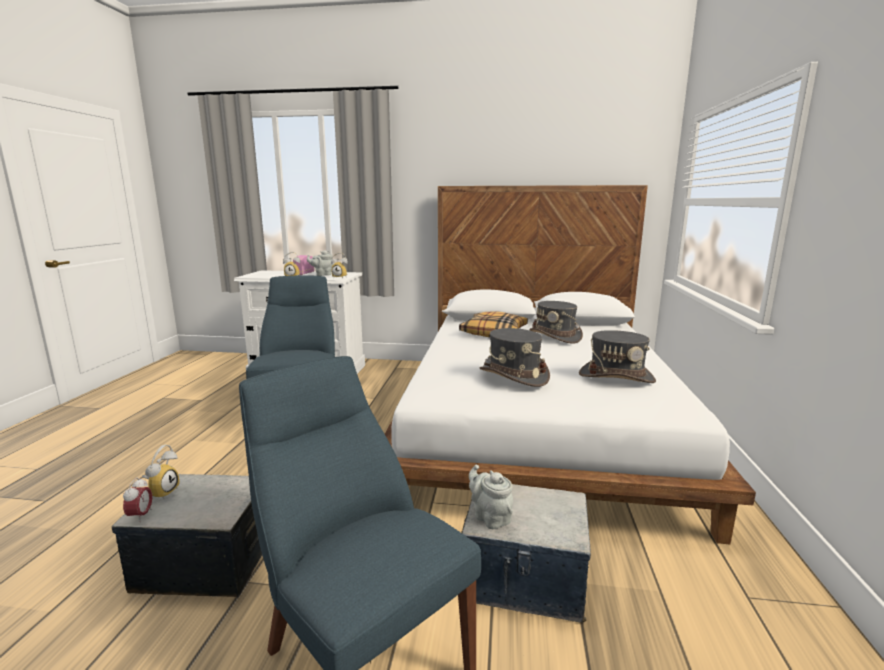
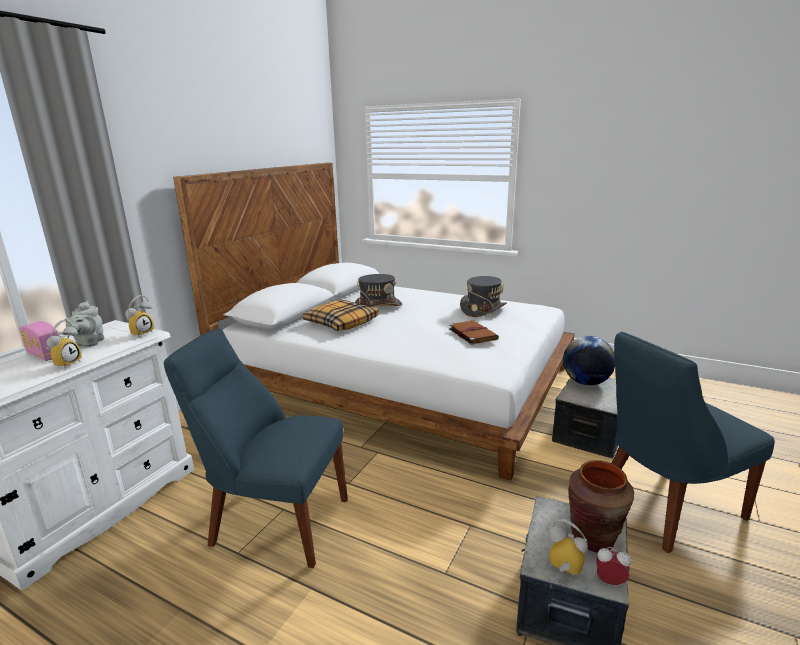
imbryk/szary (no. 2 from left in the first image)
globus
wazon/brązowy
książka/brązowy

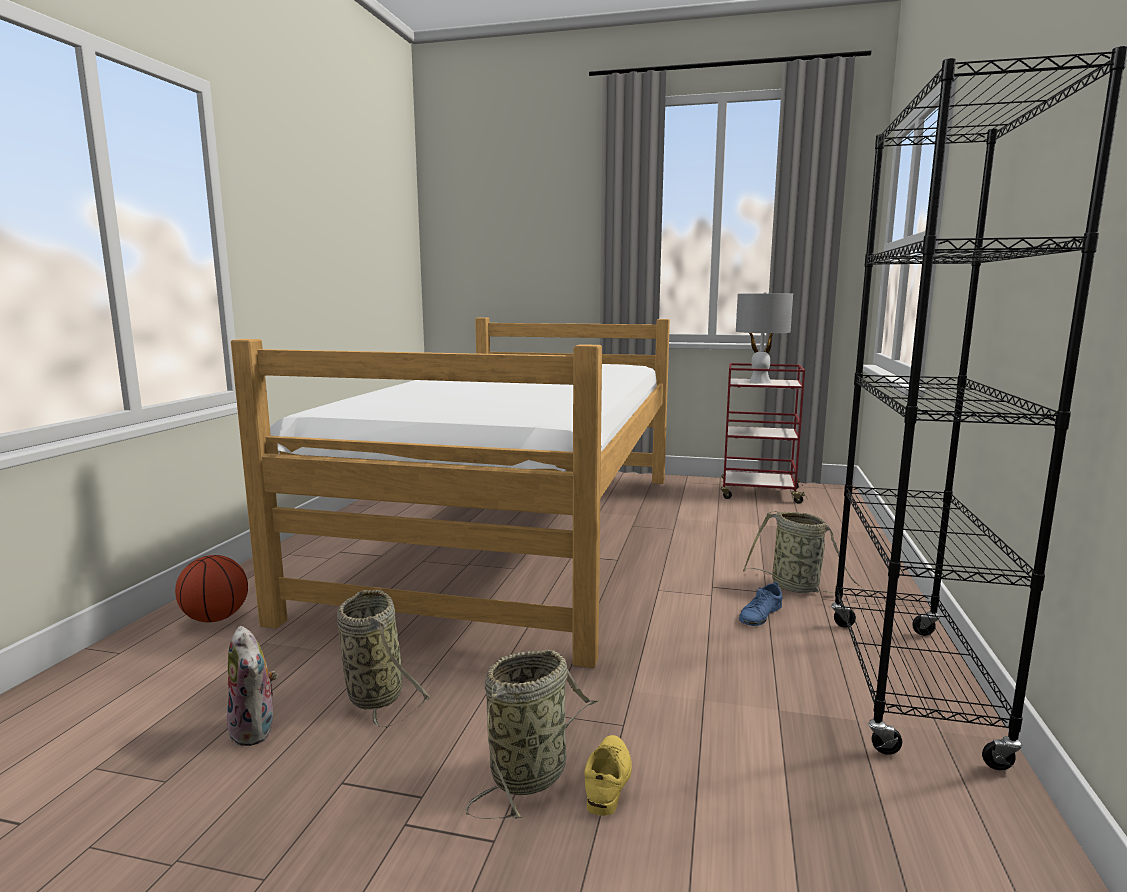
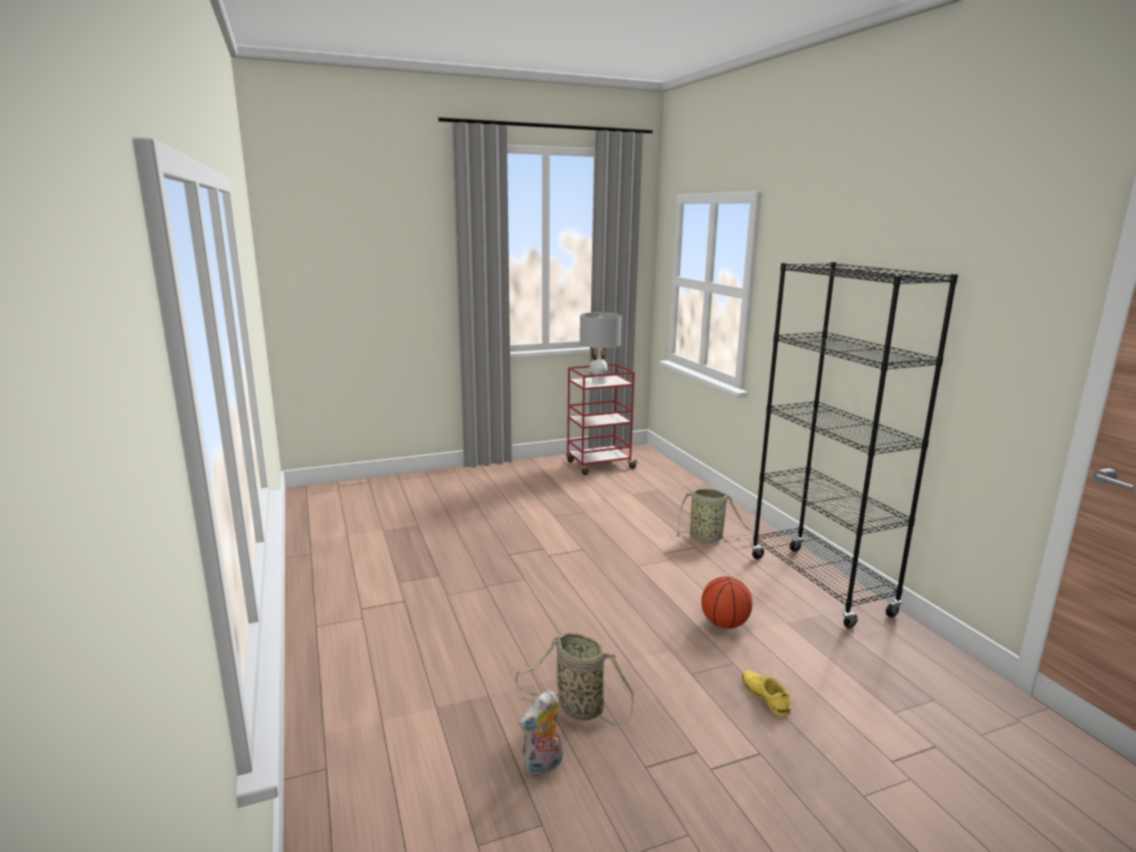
łóżko
koszyk (no. 2 from left in the first image)
but/niebieski
piłka do koszykówki
pluszak

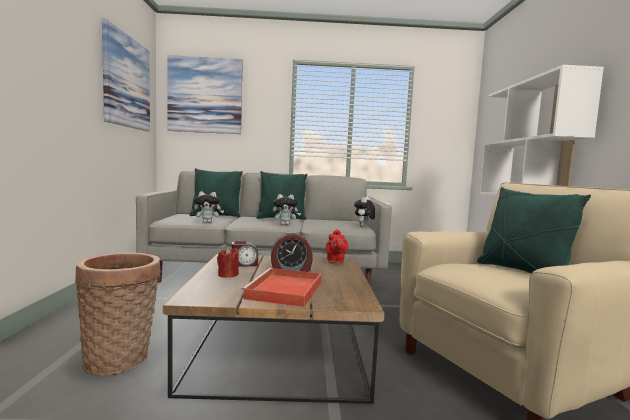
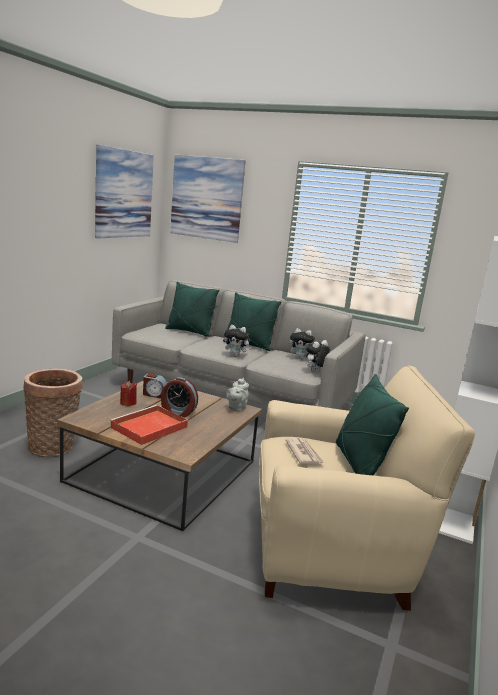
gazeta
pluszak (no. 2 from left)
imbryk/szary

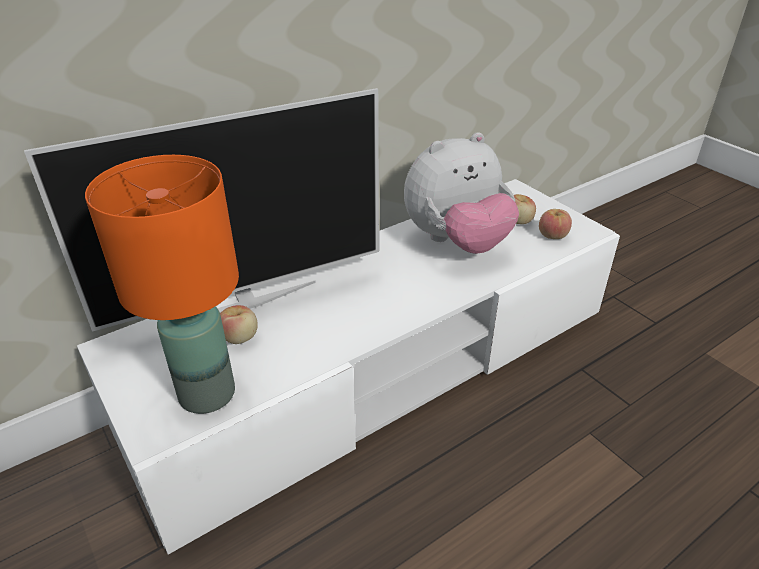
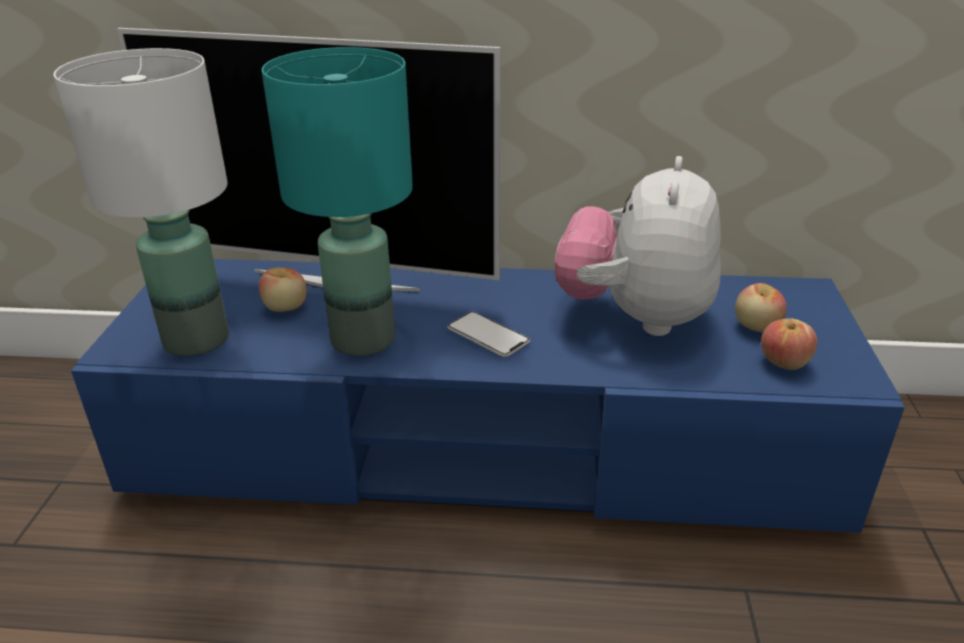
lampa stołowa/turkusowy
telefon
szafka pod telewizor/niebieski
lampa stołowa/biały
pluszak

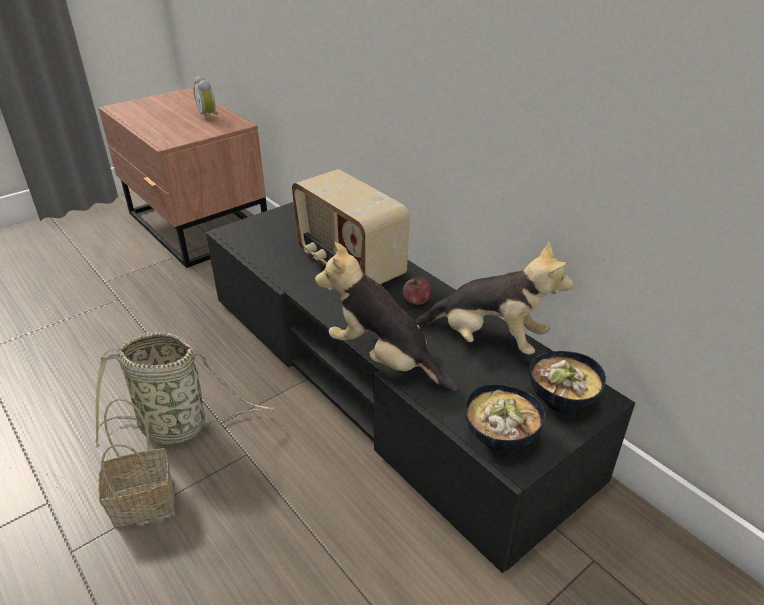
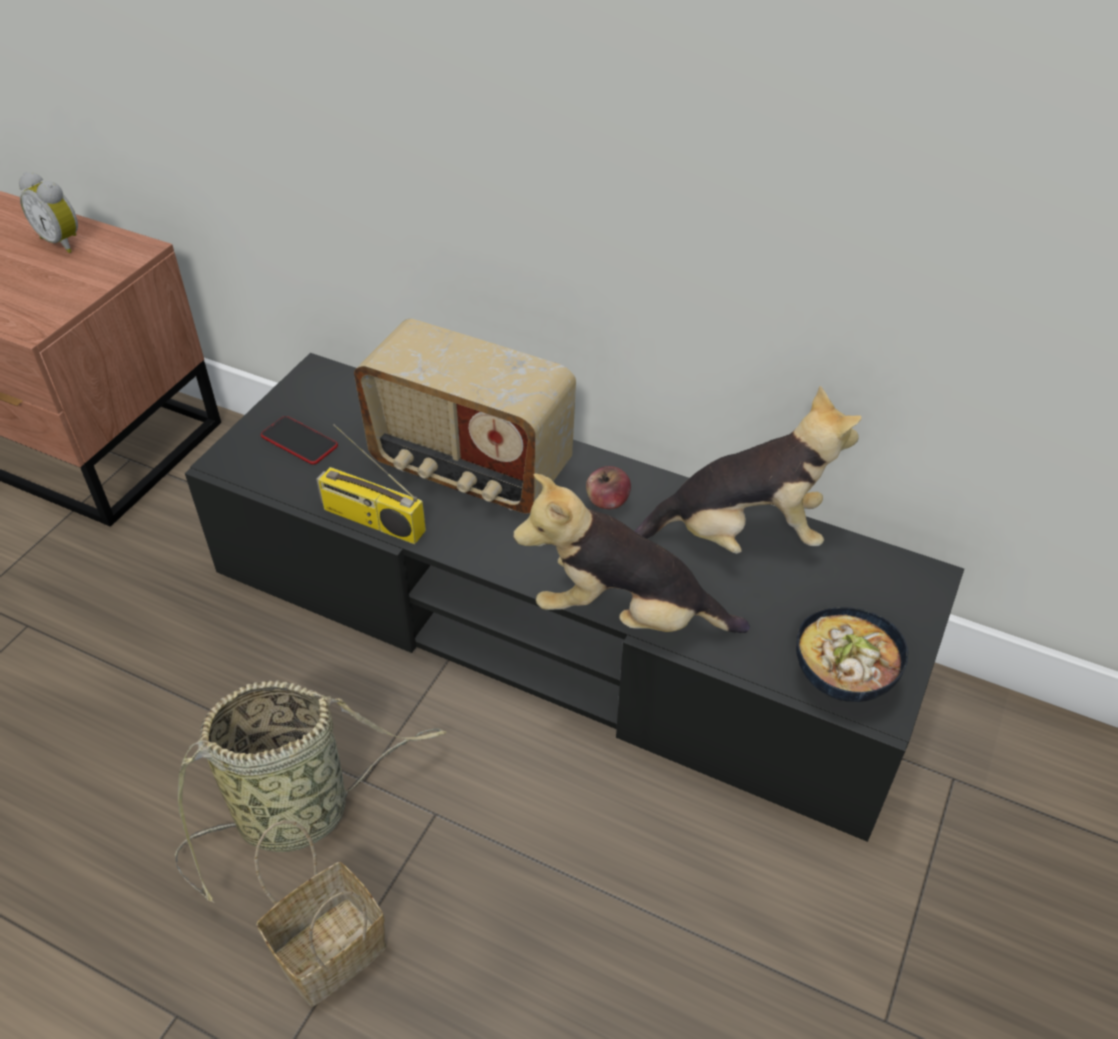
miska (no. 2 from left in the first image)
telefon
radio (no. 1 from left)

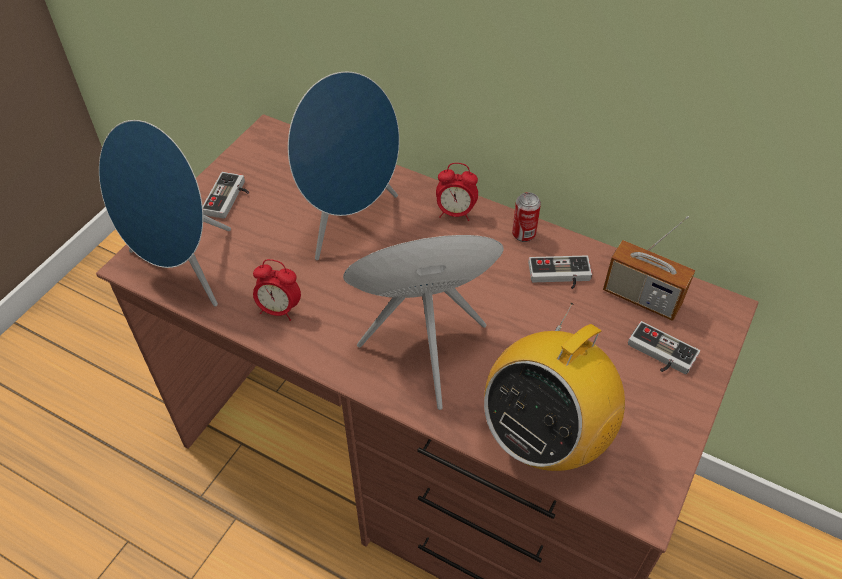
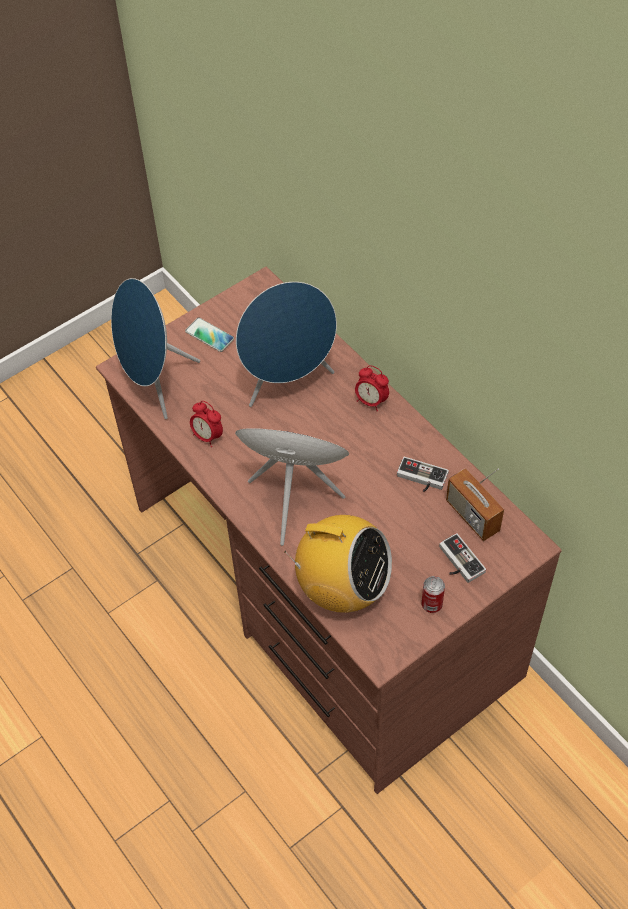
puszka
telefon
radio (no. 1 from left)

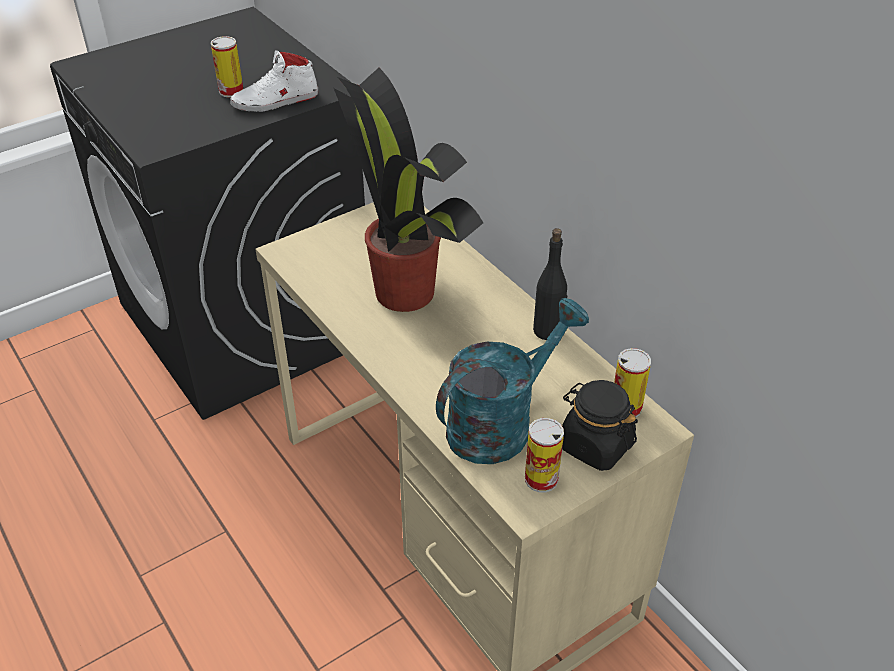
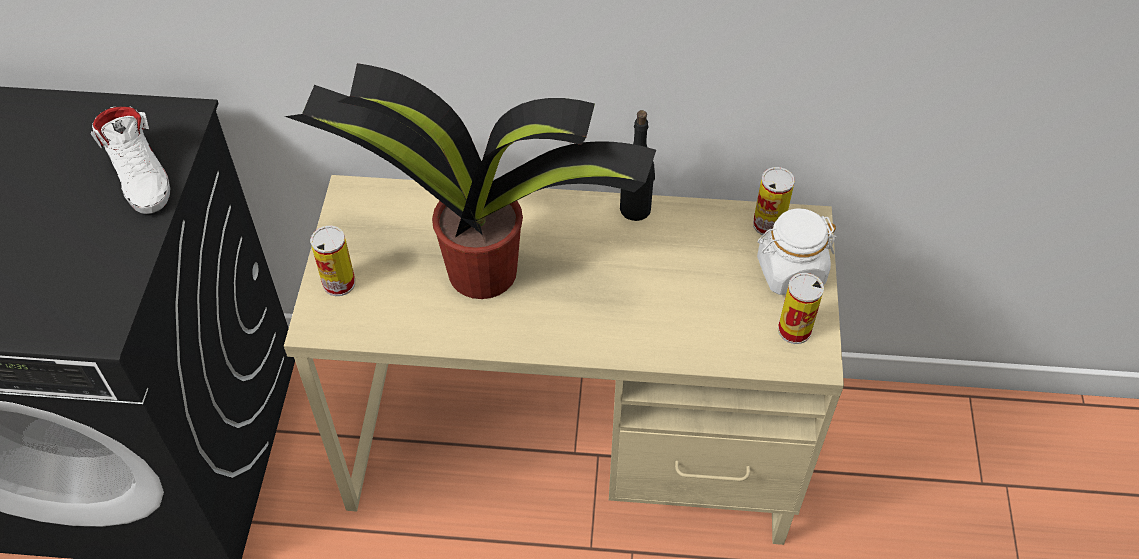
konewka/turkusowy
puszka (no. 1 from left)
słoik/biały
but/biały

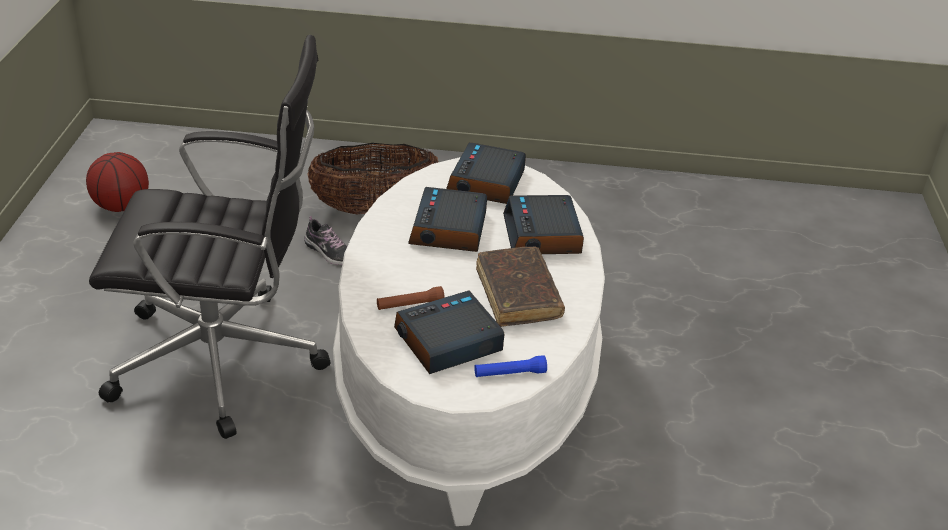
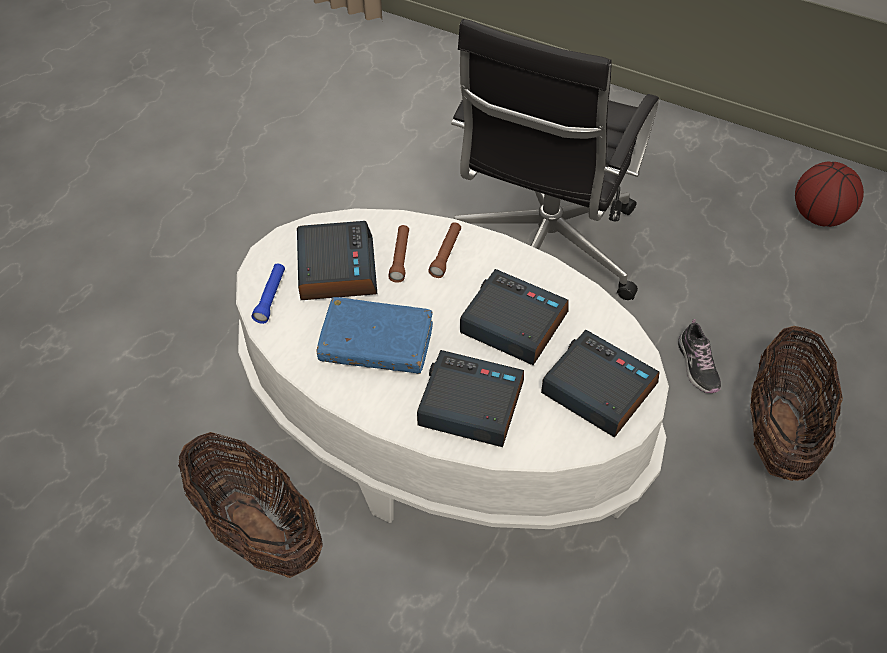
koszyk (no. 1 from left)
latarka/brązowy (no. 2 from left)
książka/niebieski
but

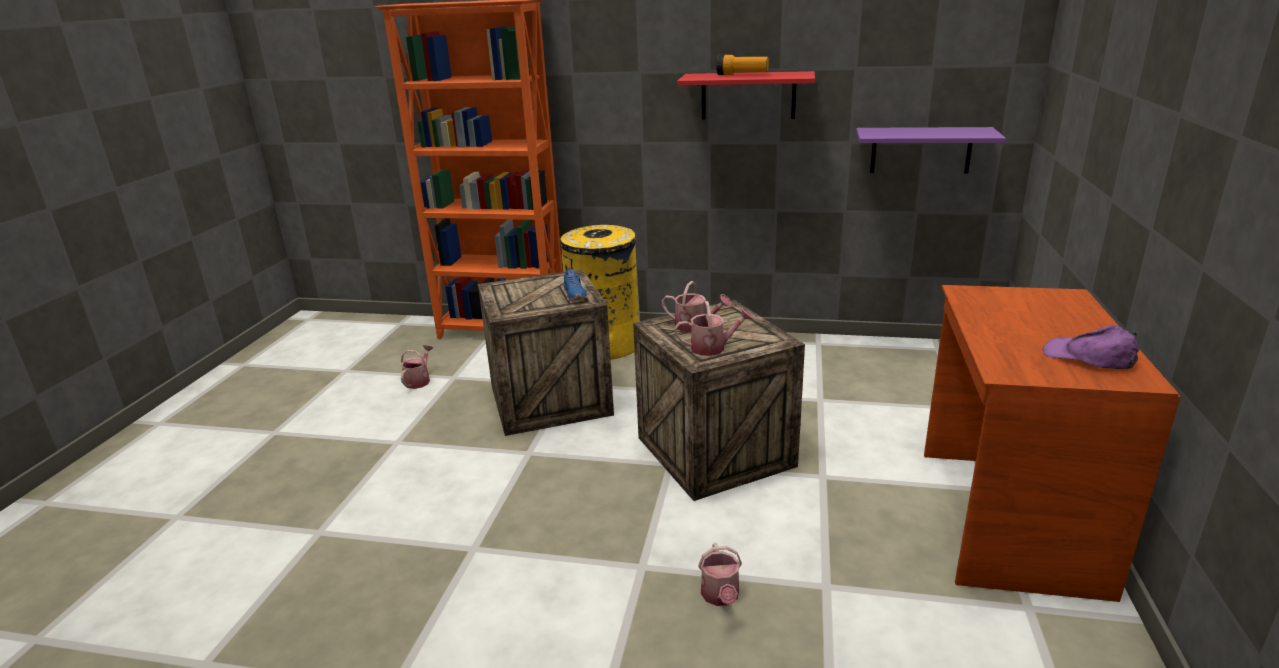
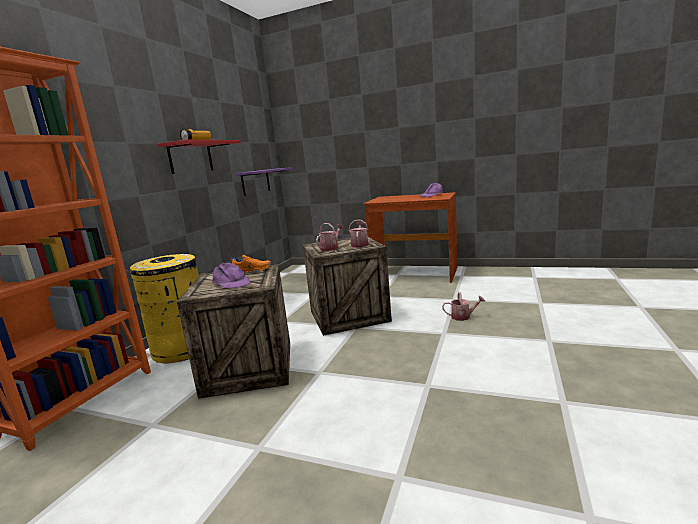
konewka (no. 1 from left in the first image)
czapka z daszkiem/fioletowy (no. 1 from left)
but/pomarańczowy

